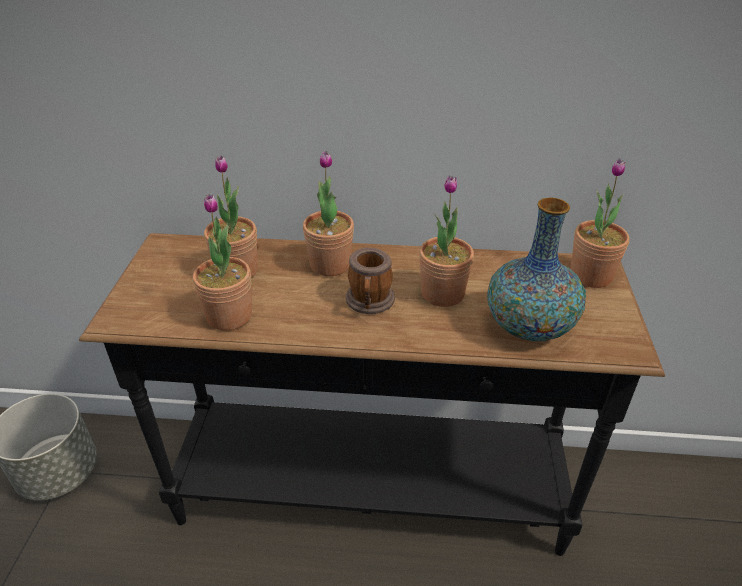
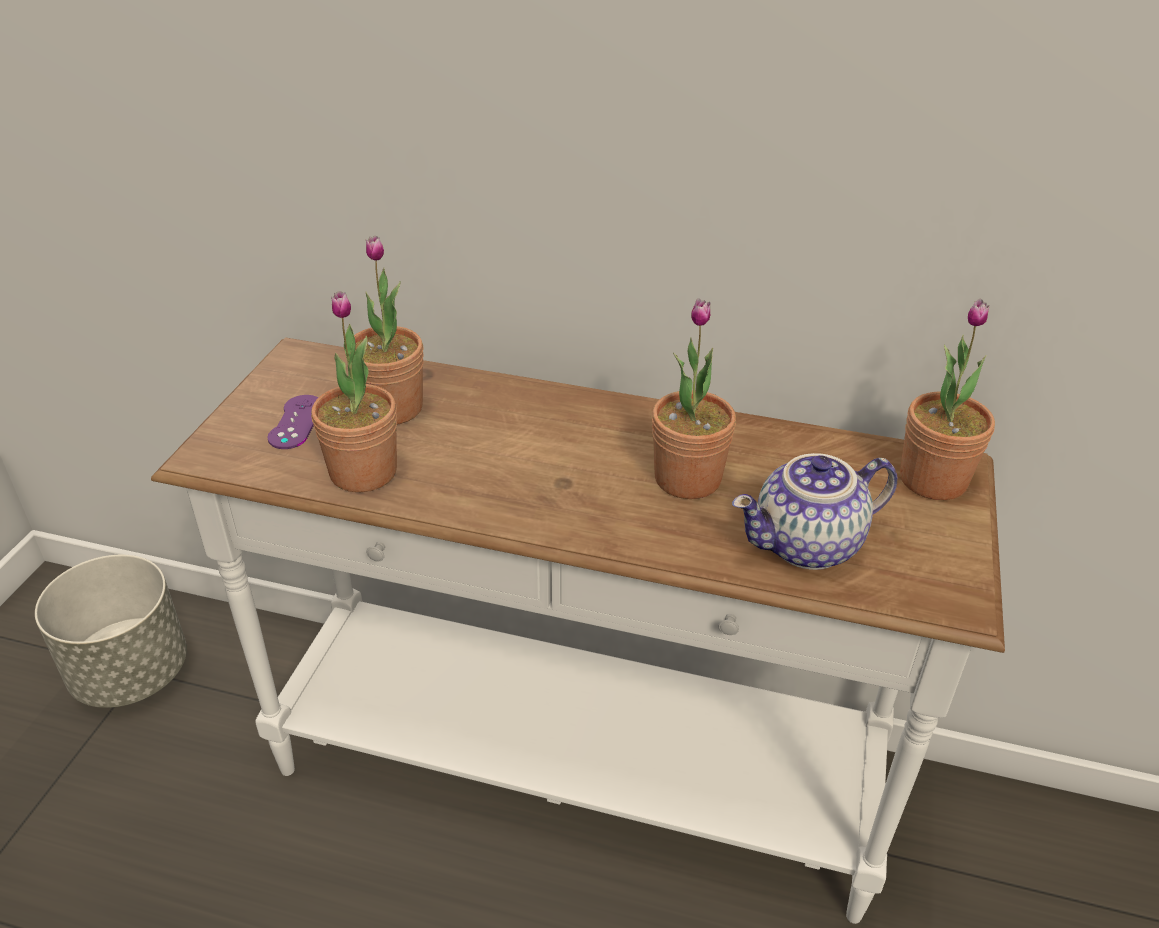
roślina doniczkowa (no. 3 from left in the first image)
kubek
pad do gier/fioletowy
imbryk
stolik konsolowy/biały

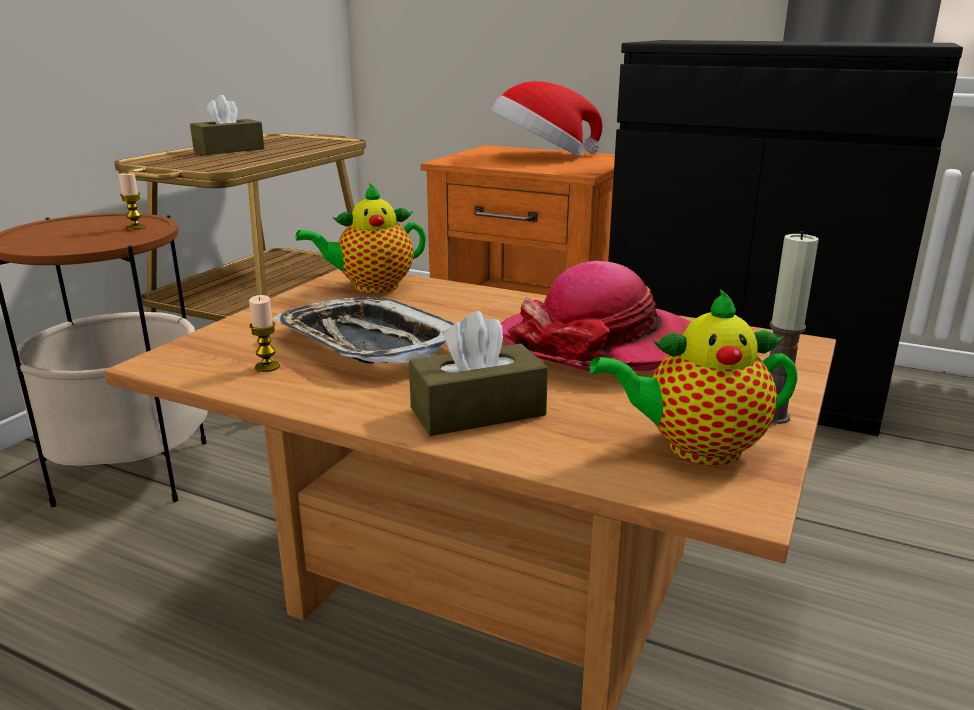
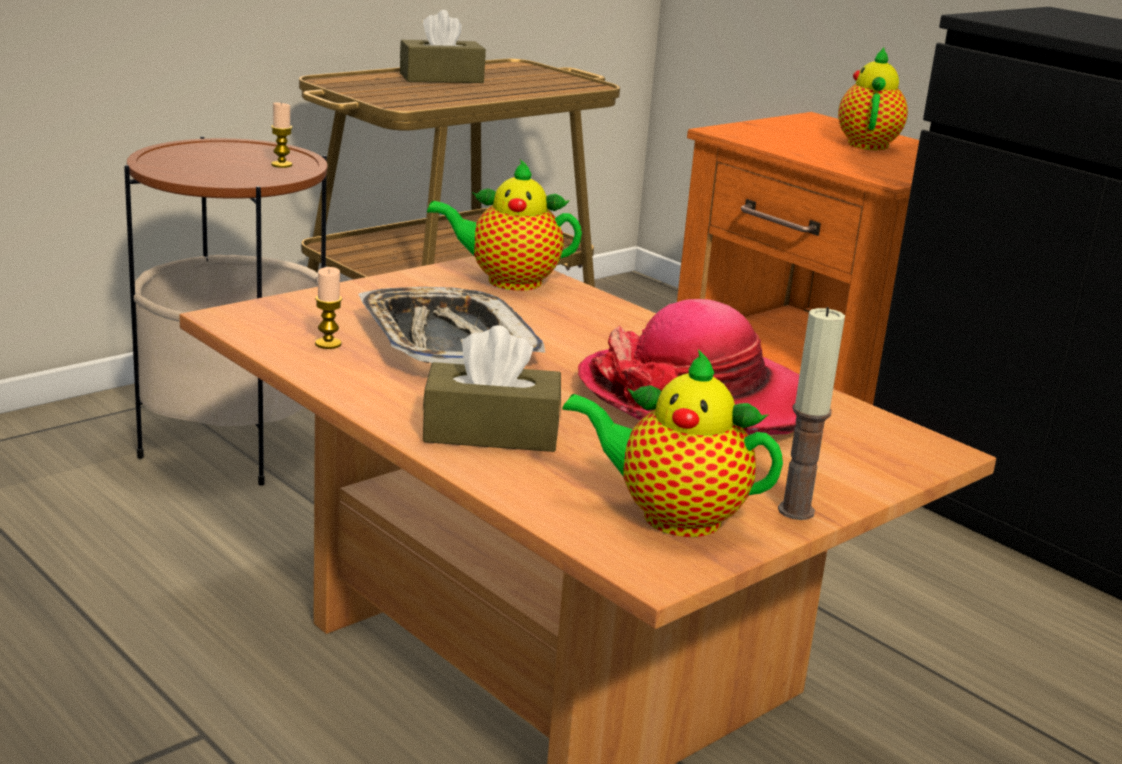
imbryk (no. 3 from left)

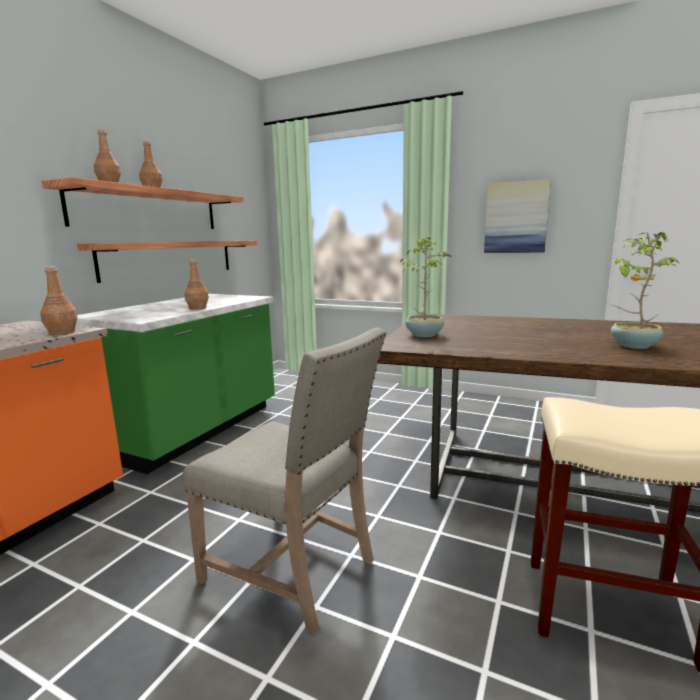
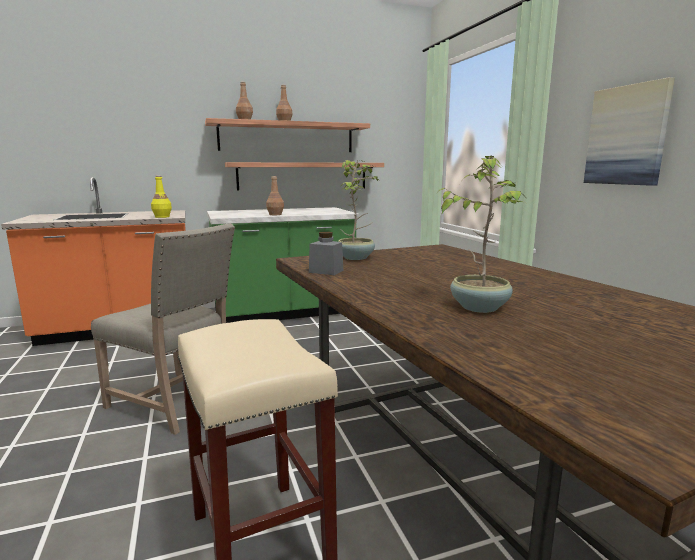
słoik/szary
butelka/żółty
krzesło/beżowy

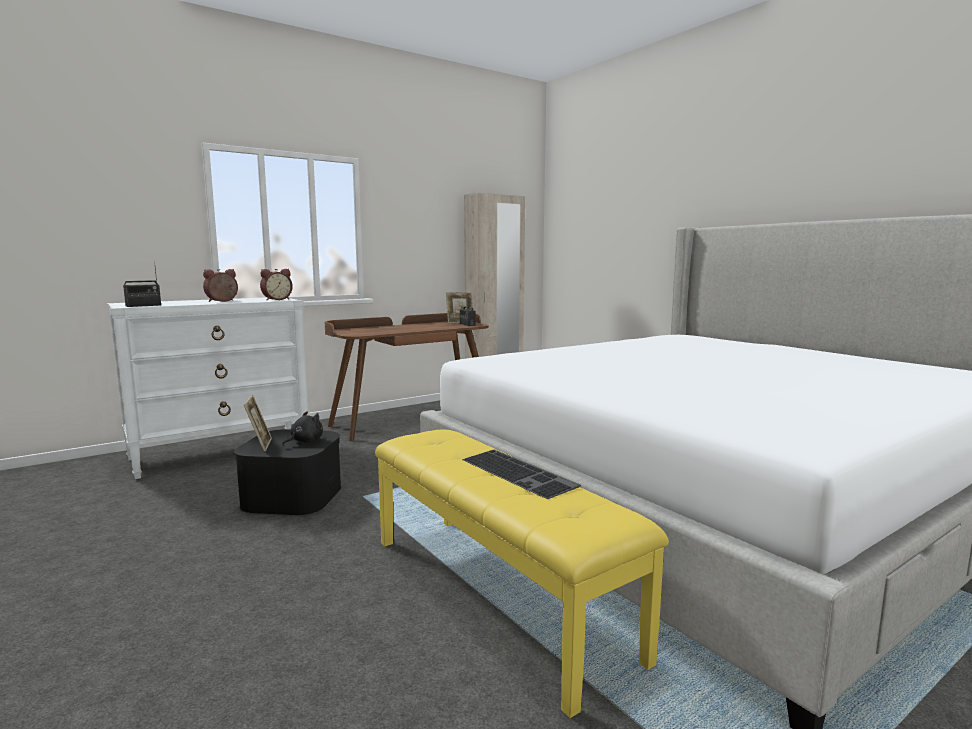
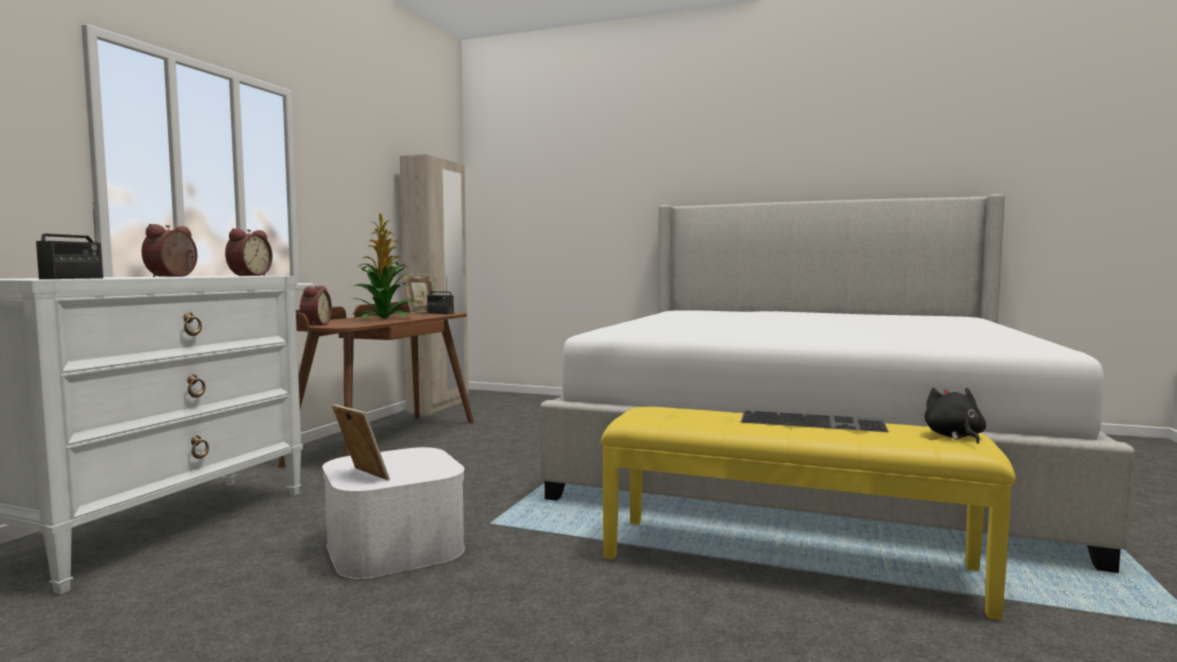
budzik (no. 3 from left)
roślina doniczkowa
pluszak/czarny
pojemnik do przechowywania/biały

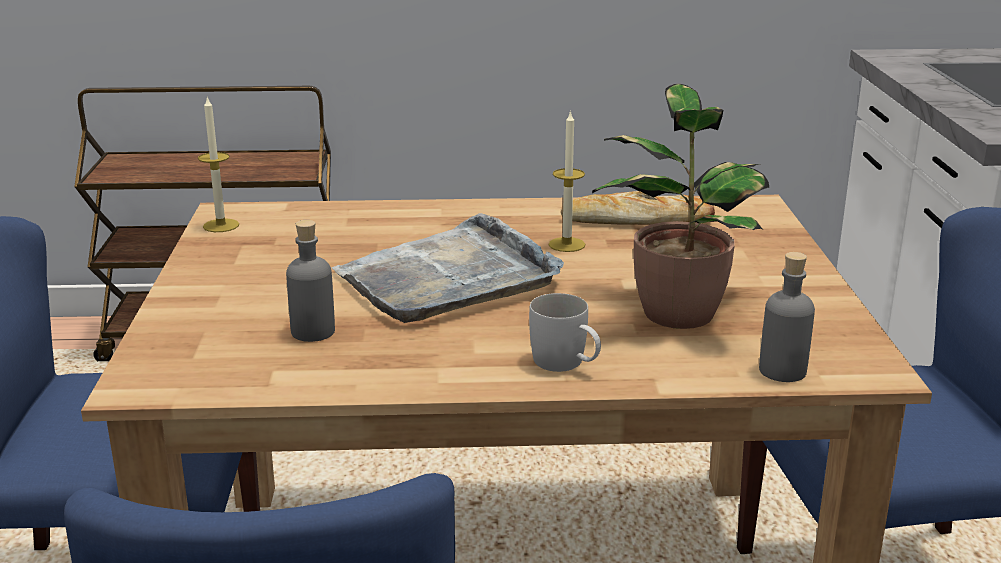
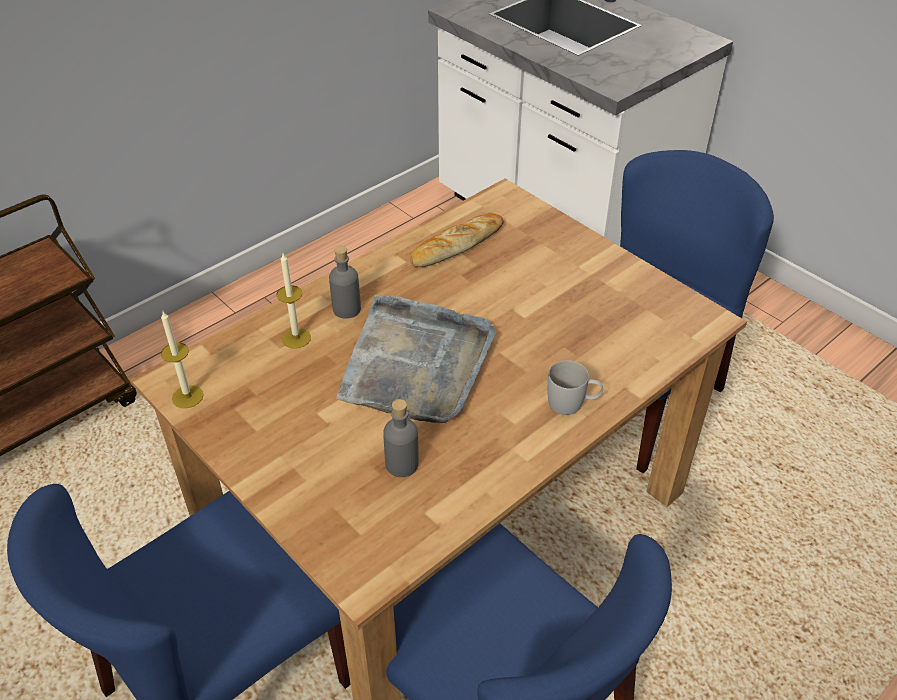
roślina doniczkowa
świeca (no. 2 from left)
butelka/szary (no. 1 from left)

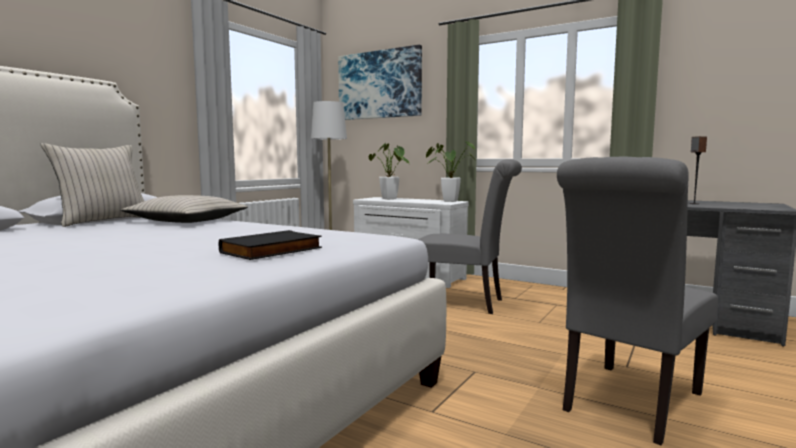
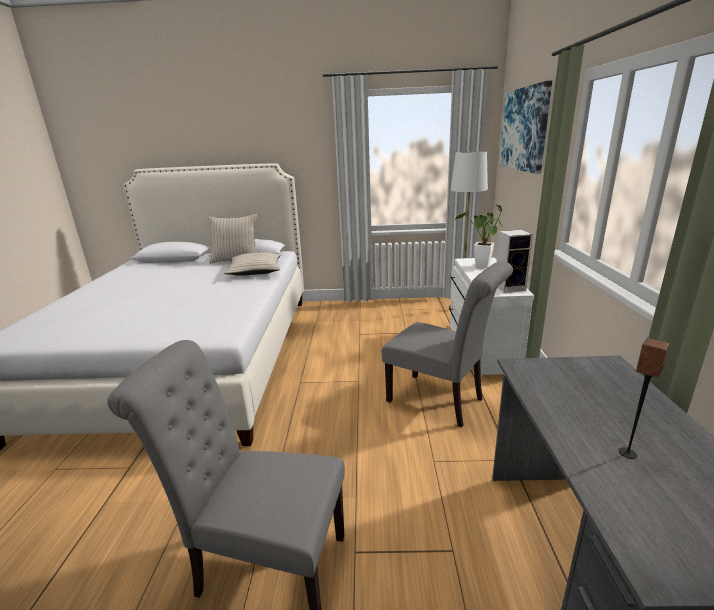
książka/czarny
głośnik (no. 1 from left)
krzesło/szary (no. 2 from left)

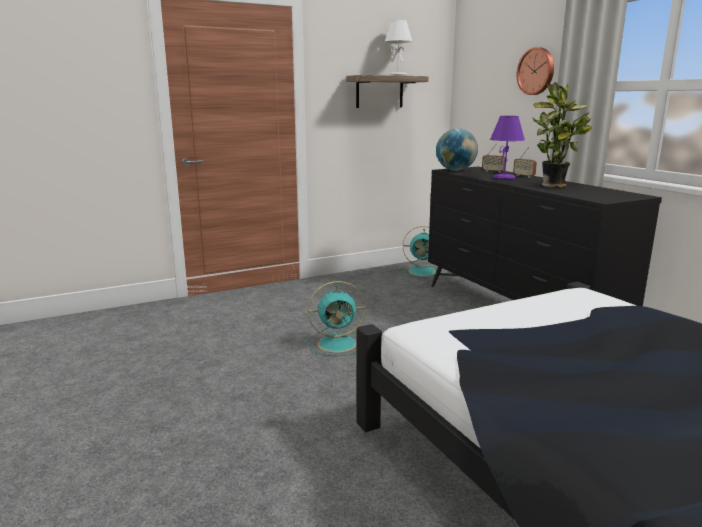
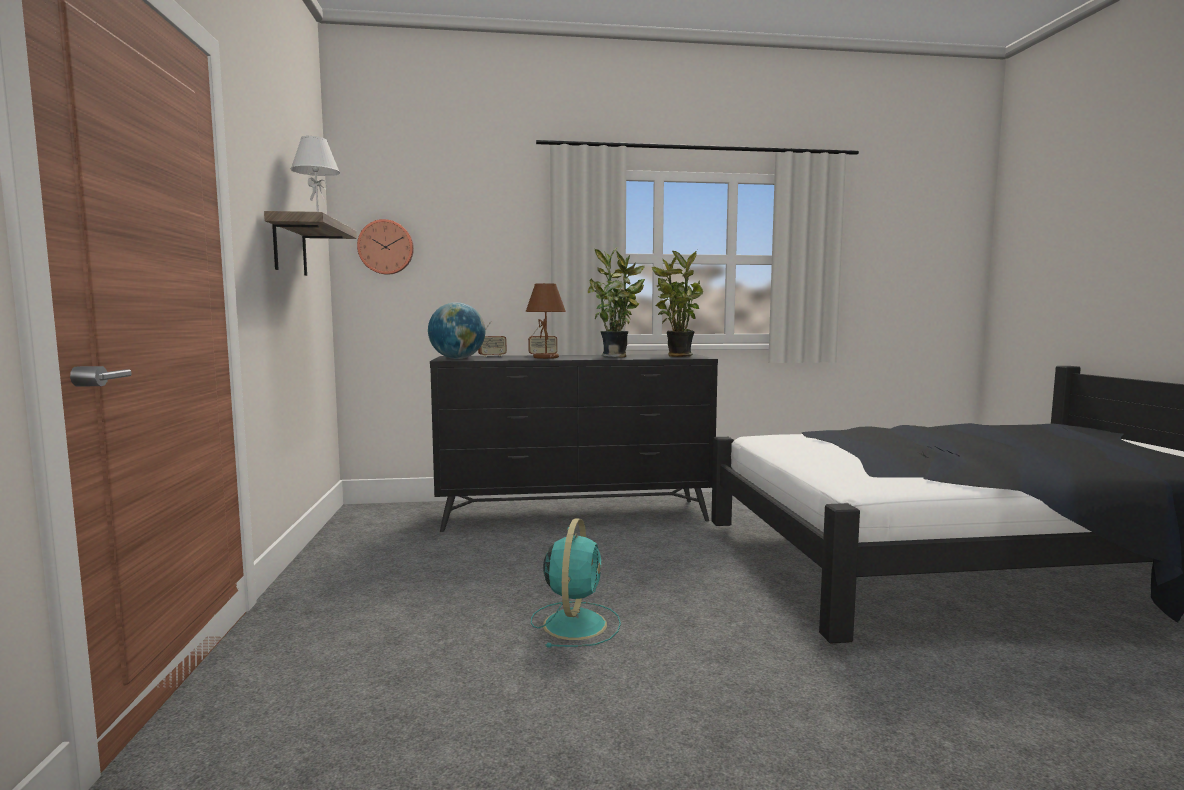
wentylator/turkusowy (no. 2 from left in the first image)
roślina doniczkowa (no. 2 from left)
zegar ścienny
lampa stołowa/brązowy

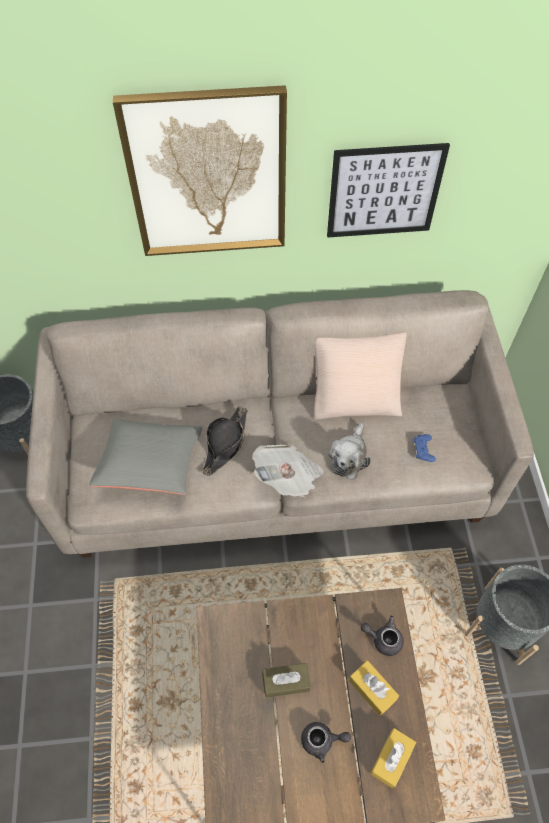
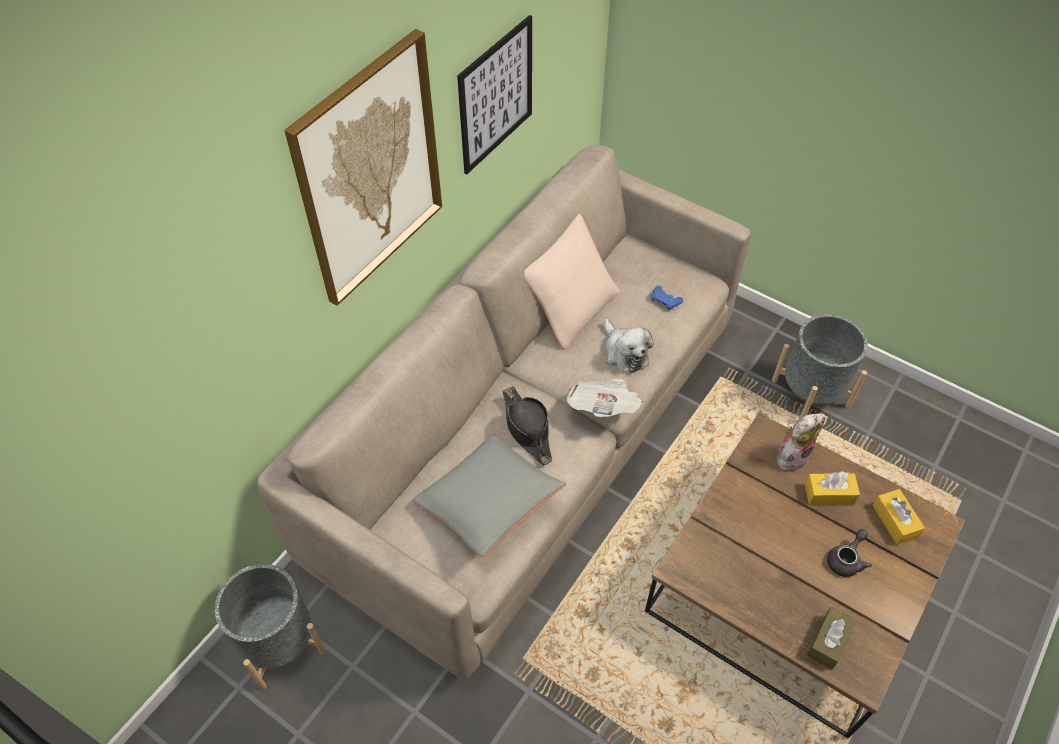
pudełko chusteczek/brązowy
pluszak (no. 2 from left)

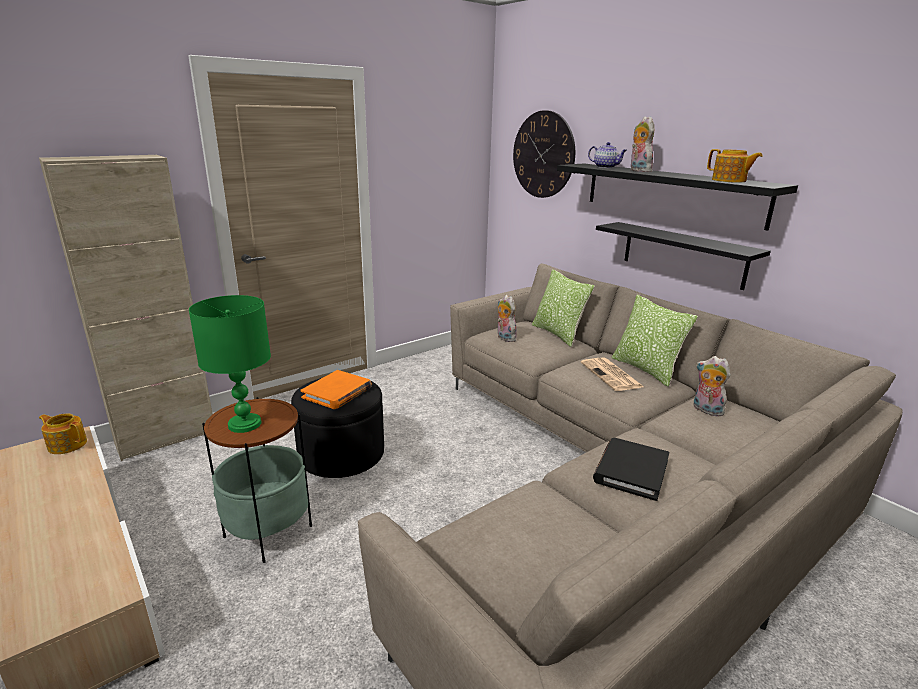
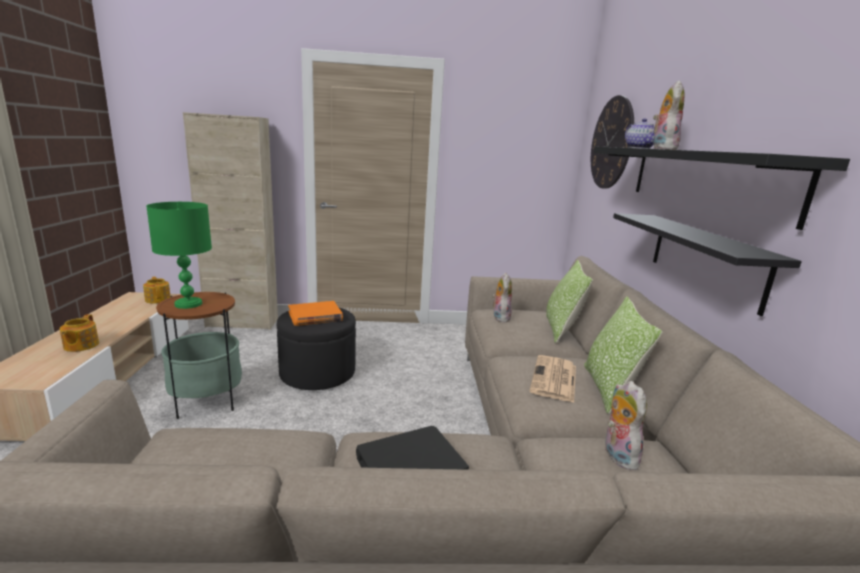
imbryk (no. 1 from left)

